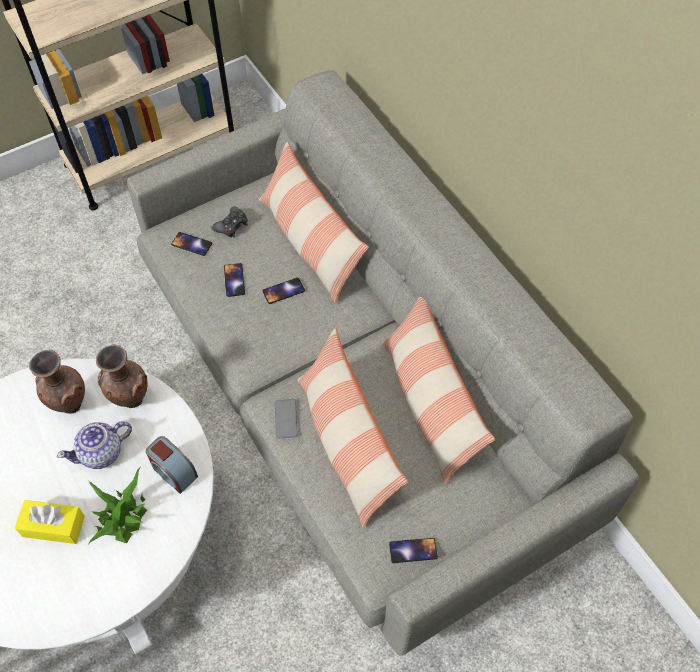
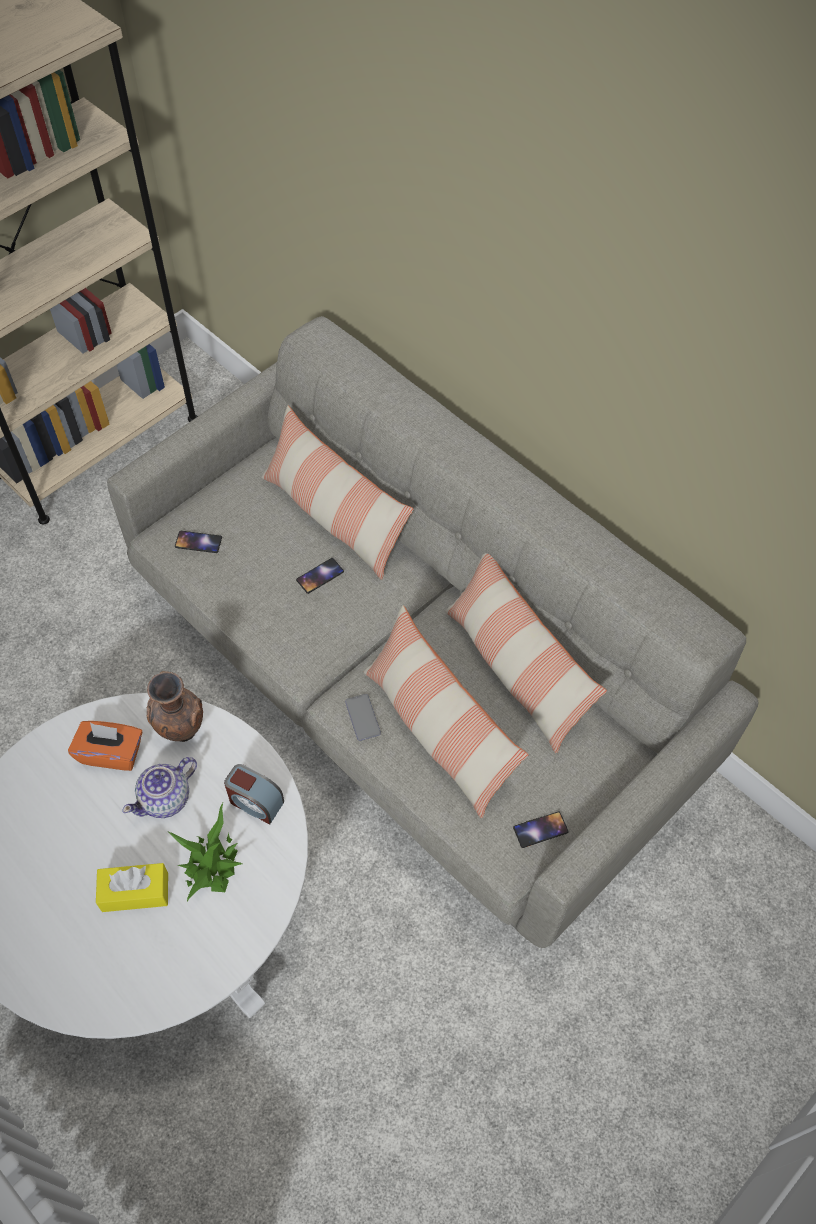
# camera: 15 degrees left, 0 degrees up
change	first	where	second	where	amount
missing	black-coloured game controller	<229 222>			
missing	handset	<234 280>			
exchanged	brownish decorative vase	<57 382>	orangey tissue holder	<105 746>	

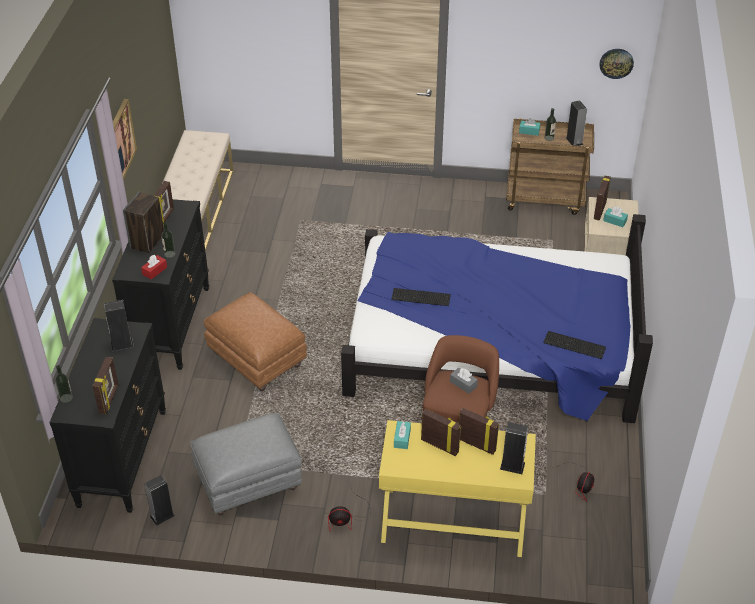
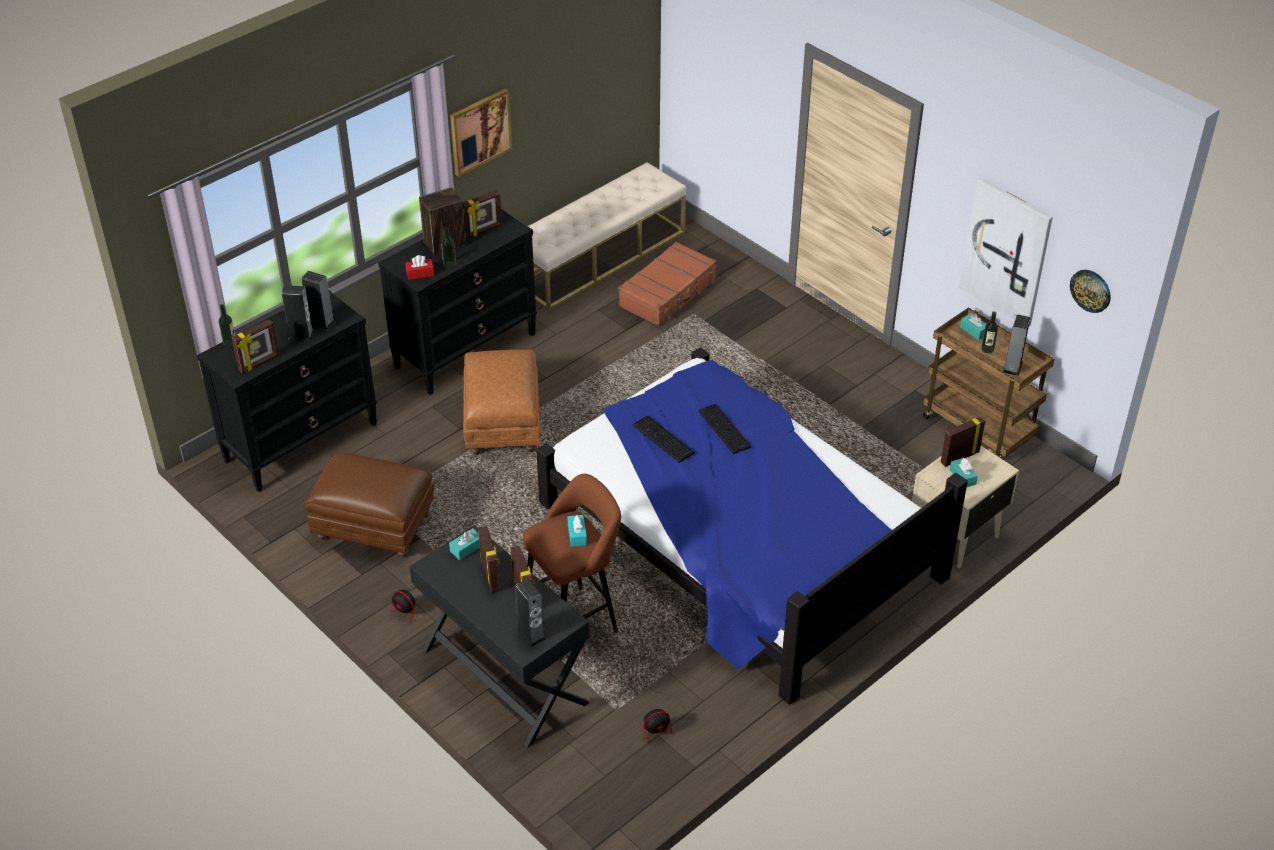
# camera: 40 degrees right, 0 degrees up
change	first	where	second	where	amount
appeared			brownish suitcase	<667 284>	
appeared			picture	<1006 252>	
relocated	speaker	<159 500>		<298 313>	
relocated	PC keyboard	<574 345>		<725 429>	
colour	grey pouffe	<246 464>	brownish pouffe	<369 505>	
colour	yellowish desk table	<457 488>	black-coloured desk table	<499 636>	
colour	grey tissue holder	<464 380>	turquoise tissue holder	<577 530>	

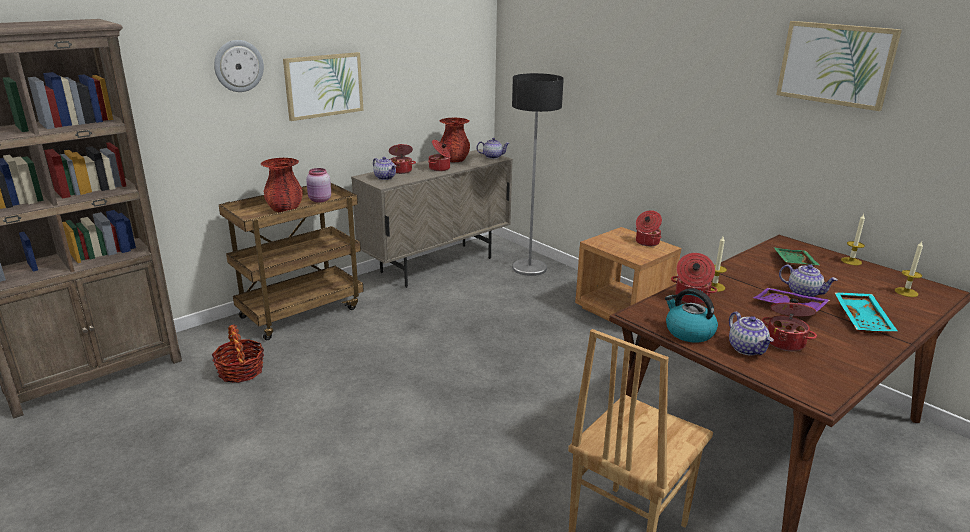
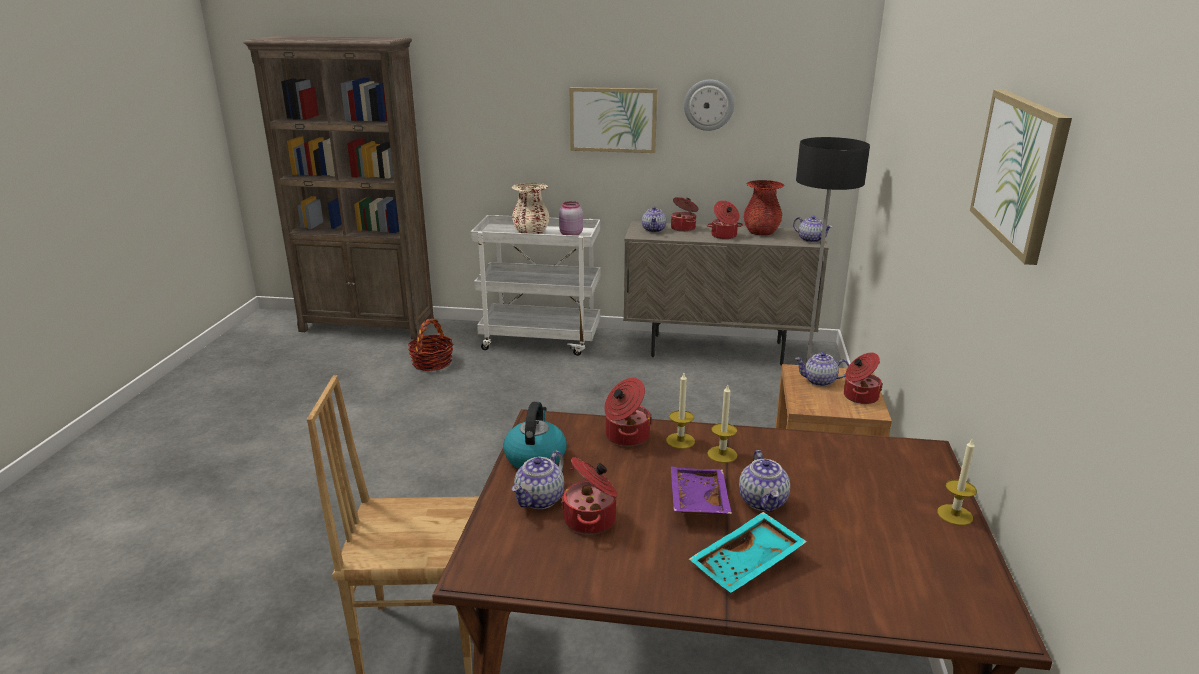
# camera: 50 degrees right, 0 degrees up
change	first	where	second	where	amount
missing	green carrying tray	<797 257>			
appeared			pot for tea	<822 369>	
relocated	hanging clock	<239 66>		<709 105>	
relocated	wax light	<909 269>		<722 424>	
colour	brownish wheeled cart	<291 261>	white wheeled cart	<535 285>	
colour	red-coloured decorative vase	<282 185>	beige-coloured decorative vase	<530 208>	

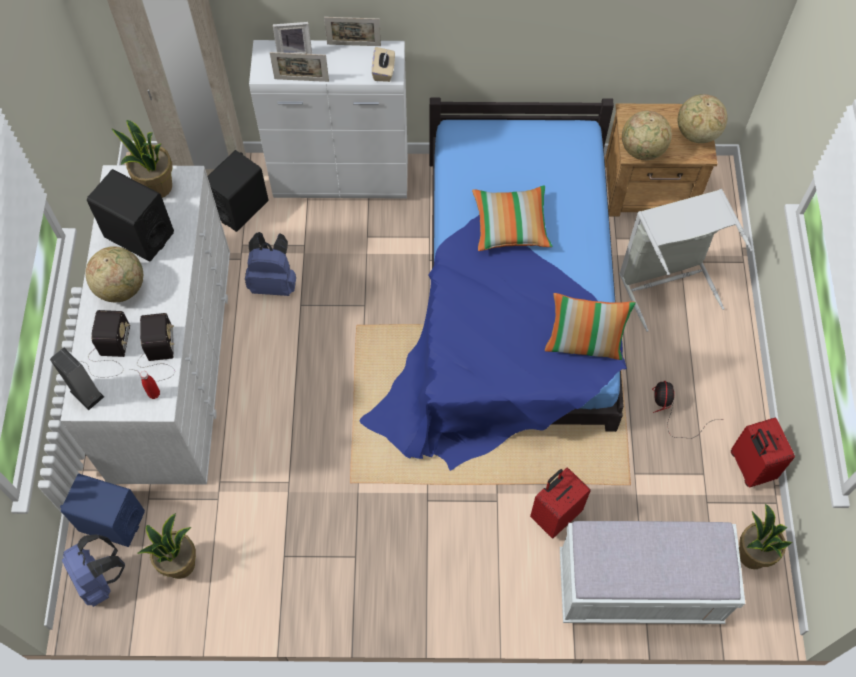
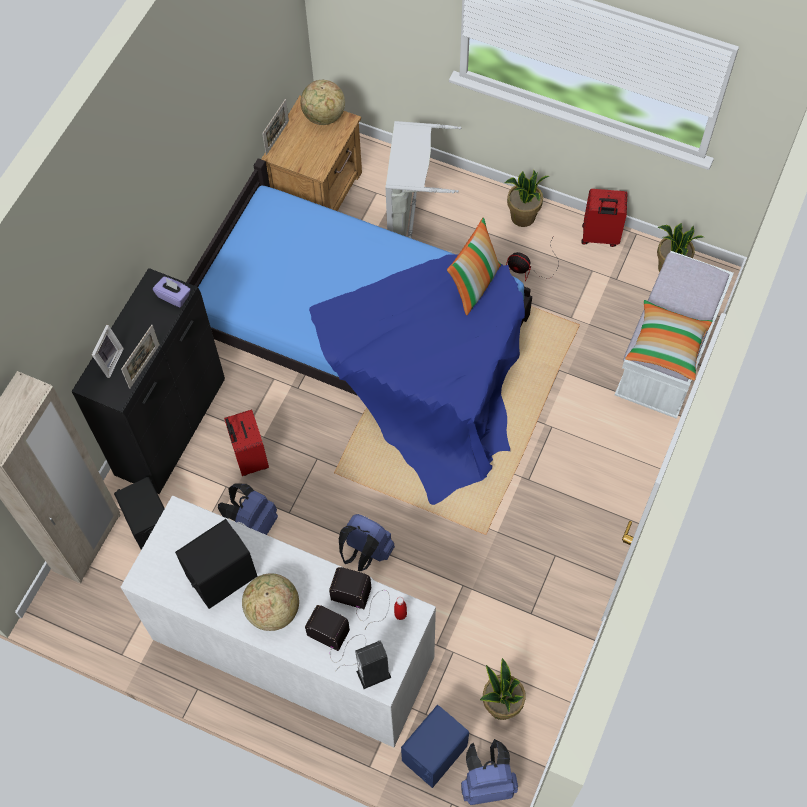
# camera: 65 degrees left, 0 degrees up
change	first	where	second	where	amount
missing	globe	<647 135>			
appeared			blue-coloured backpack	<367 542>	
relocated	houseplant	<142 159>		<527 198>	
relocated	standing frame	<352 31>		<275 127>	
relocated	cushion	<512 218>		<669 340>	
relocated	red-coloured suitcase	<560 503>		<246 442>	
colour	white cabinet	<328 119>	black-coloured cabinet	<148 381>	
colour	beige-coloured tissue holder	<383 64>	purplish tissue holder	<172 292>	

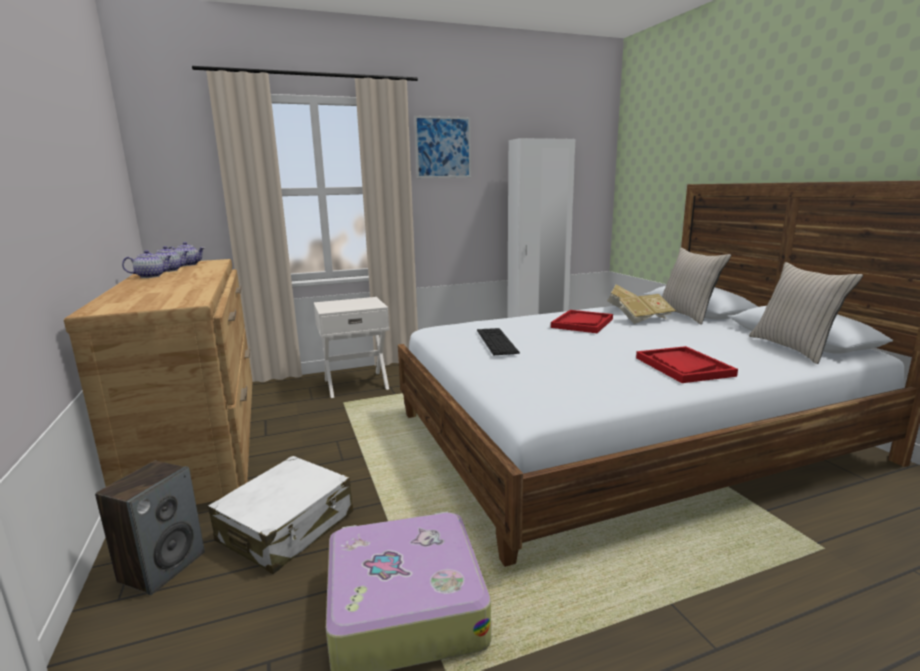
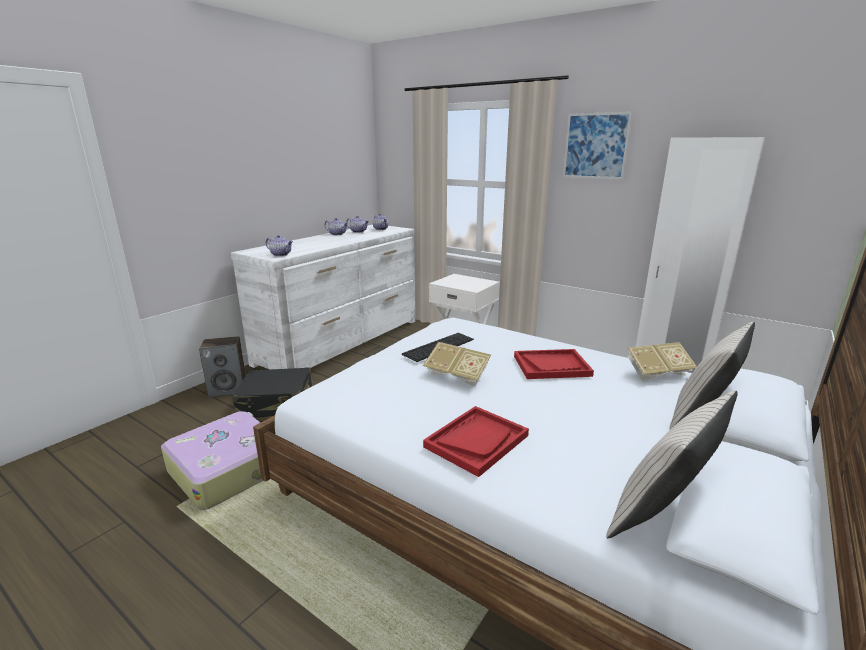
# camera: 55 degrees right, 5 degrees up
change	first	where	second	where	amount
appeared			pot for tea	<279 245>	
relocated	bound book	<647 309>		<457 364>	
colour	brownish chest of drawers	<158 382>	white chest of drawers	<323 297>	
colour	white suitcase	<280 515>	black-coloured suitcase	<272 392>	

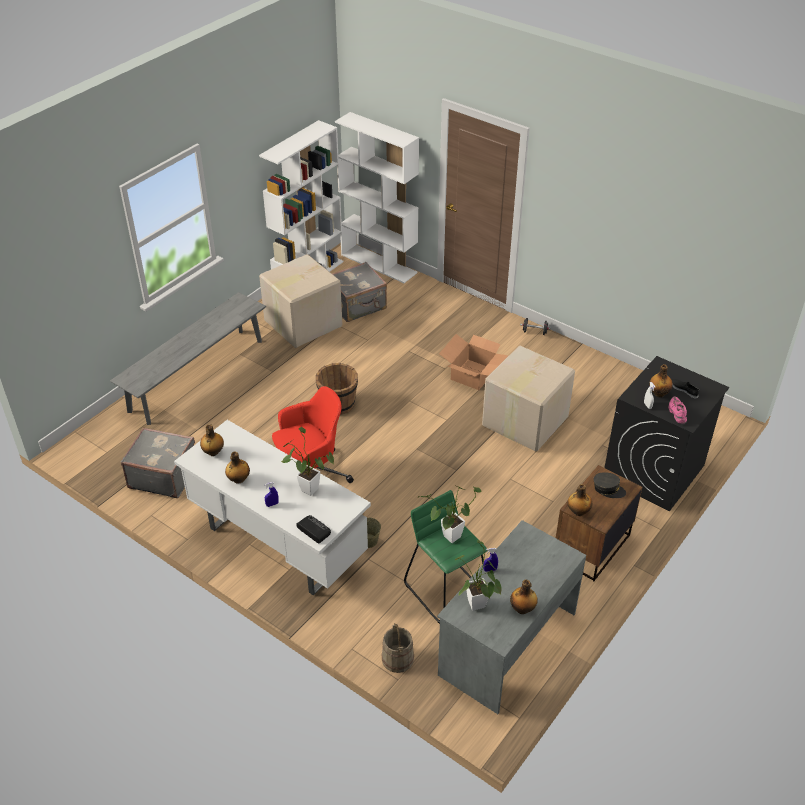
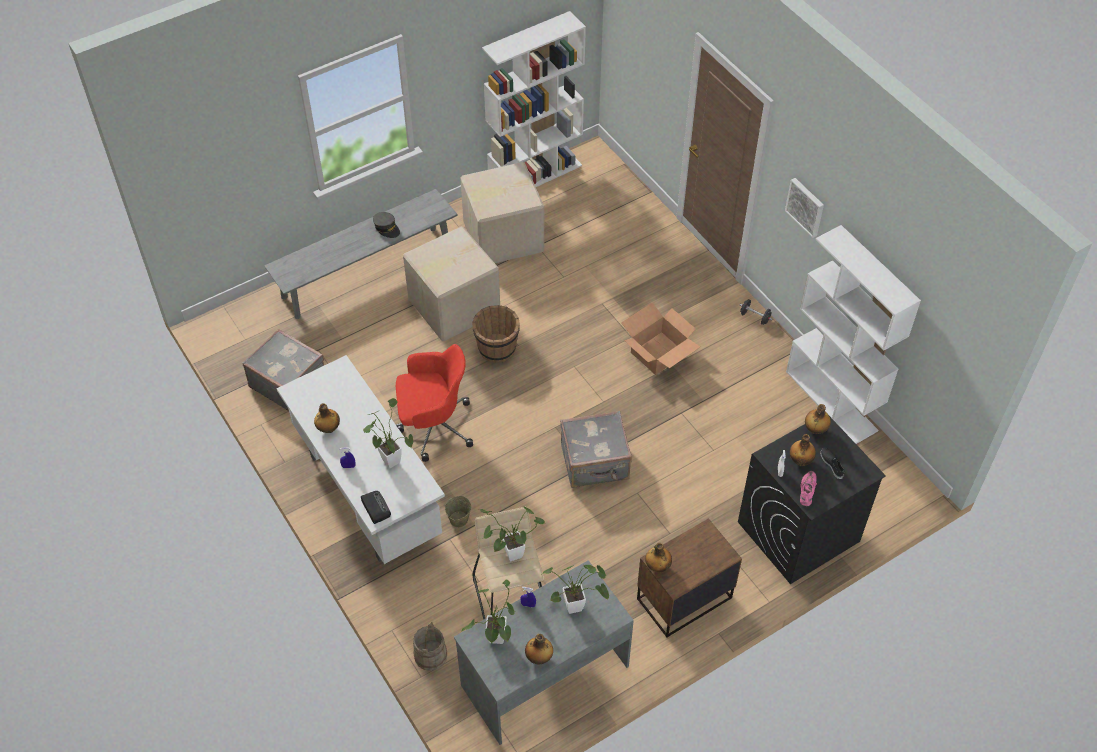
# camera: 20 degrees right, 10 degrees up
change	first	where	second	where	amount
appeared			houseplant	<575 589>	
appeared			picture	<804 208>	
relocated	beverage bottle	<212 440>		<818 419>	
relocated	grey suitcase	<359 292>		<596 449>	
relocated	white bookshelf	<377 197>		<853 334>	
relocated	packing box	<528 398>		<451 284>	
relocated	grey peaked cap	<609 485>		<386 225>	
colour	green stool seat	<446 557>	beige-coloured stool seat	<508 563>	

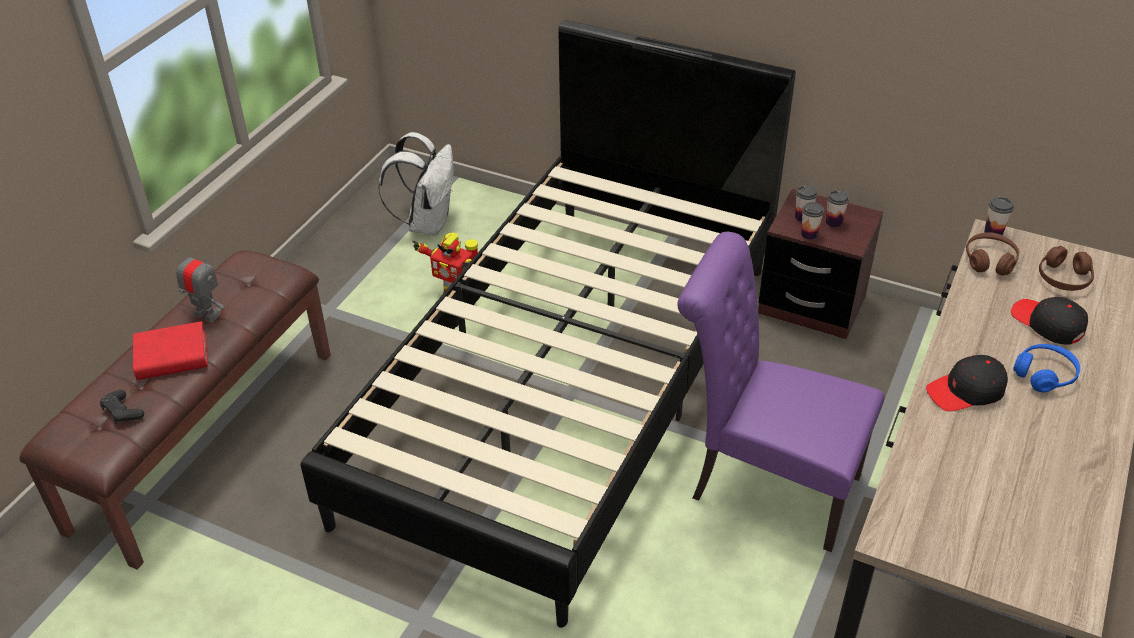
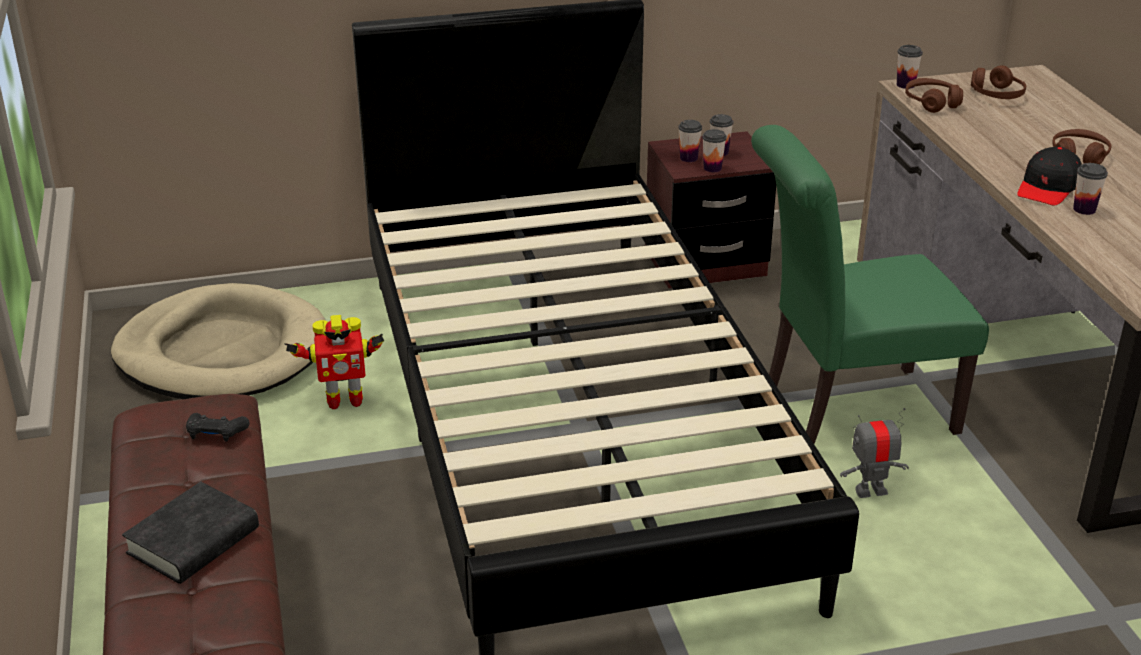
# camera: 40 degrees left, 10 degrees down
change	first	where	second	where	amount
missing	black-coloured peaked cap	<1049 321>			
appeared			small cup	<1090 189>	
relocated	black-coloured game controller	<122 406>		<218 427>	
relocated	model robot	<200 285>		<874 453>	
exchanged	white backpack	<416 184>	beige-coloured pet bed	<218 341>	
colour	red-coloured bound book	<170 350>	black-coloured bound book	<190 532>	
colour	purplish plain chair	<781 392>	green plain chair	<870 284>	
colour	blue-coloured headset	<1046 368>	brownish headset	<1082 146>	

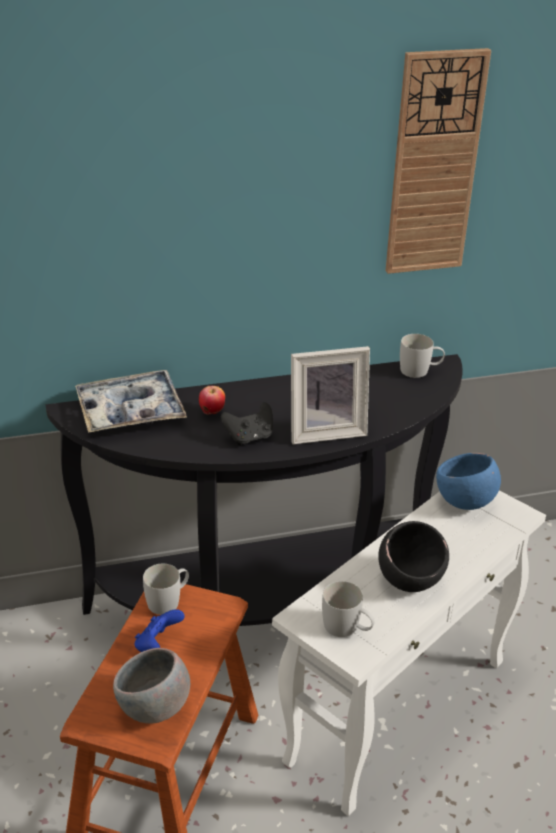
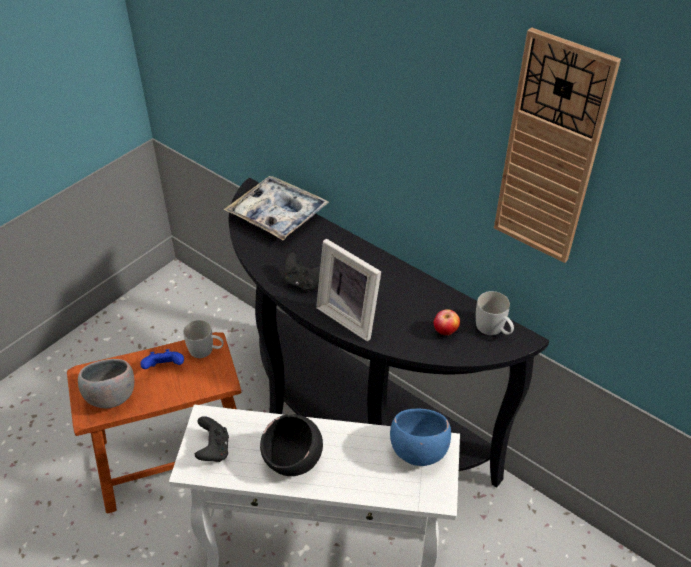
# camera: 55 degrees right, 10 degrees up
change	first	where	second	where	amount
relocated	apple fruit	<212 400>		<446 323>	
exchanged	white mug	<348 609>	black-coloured game controller	<212 439>	

